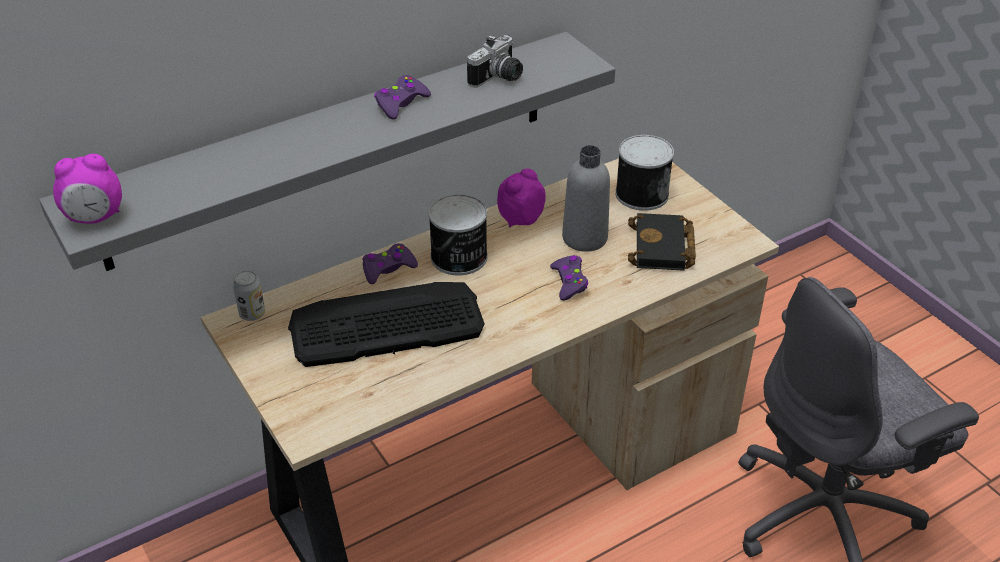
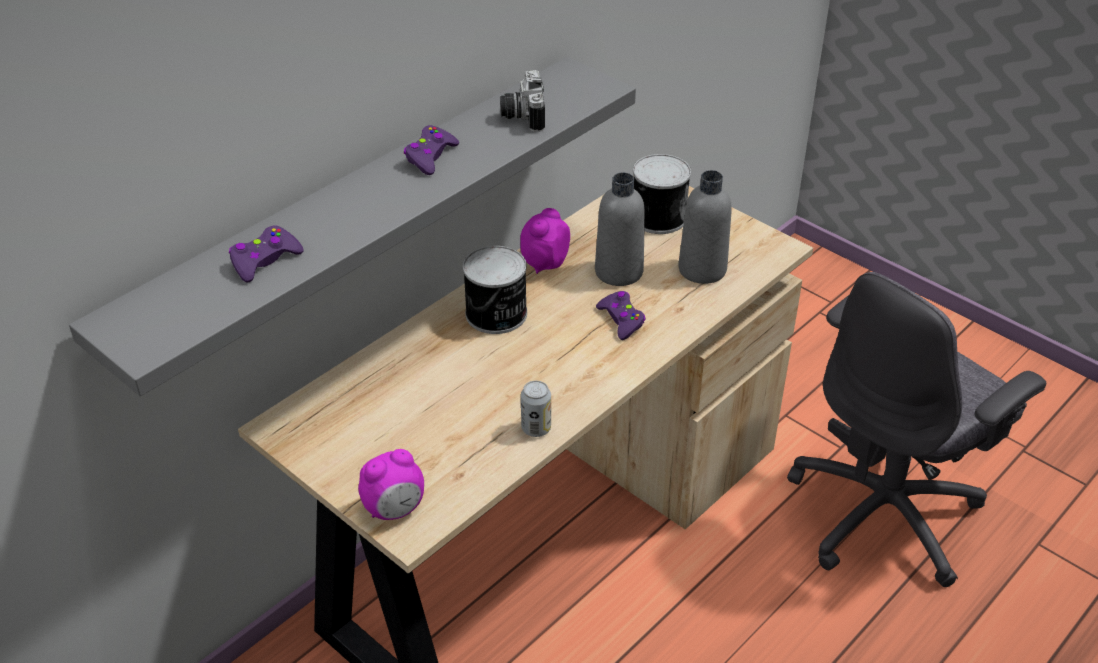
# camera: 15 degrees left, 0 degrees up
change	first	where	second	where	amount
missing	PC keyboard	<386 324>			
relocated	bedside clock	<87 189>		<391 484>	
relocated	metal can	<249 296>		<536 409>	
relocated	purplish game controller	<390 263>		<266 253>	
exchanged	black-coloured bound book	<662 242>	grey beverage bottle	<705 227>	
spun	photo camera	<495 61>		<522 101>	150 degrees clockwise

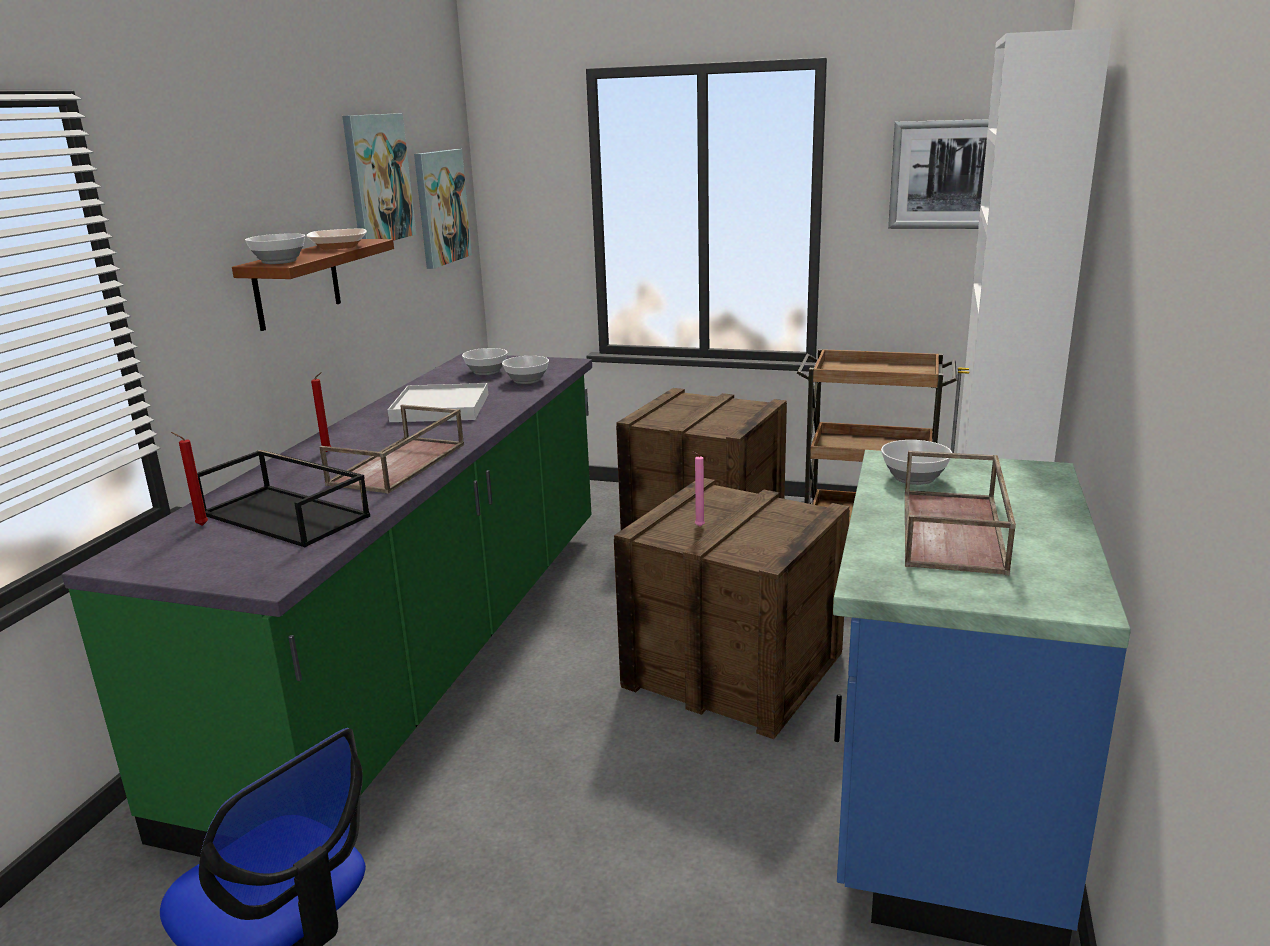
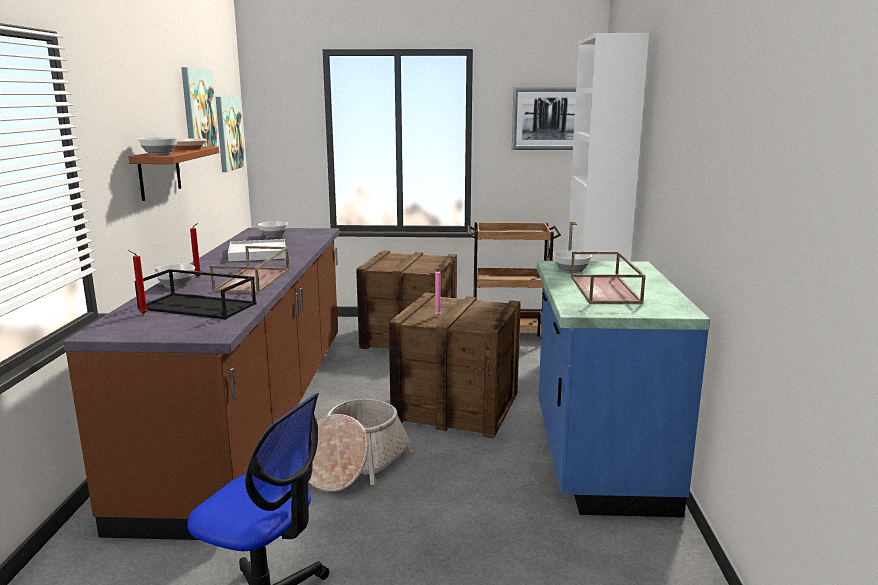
# camera: 15 degrees left, 5 degrees down
change	first	where	second	where	amount
appeared			storage basket	<362 445>	
relocated	serving bowl	<525 370>		<174 275>	
colour	green counter	<327 605>	brownish counter	<201 384>	

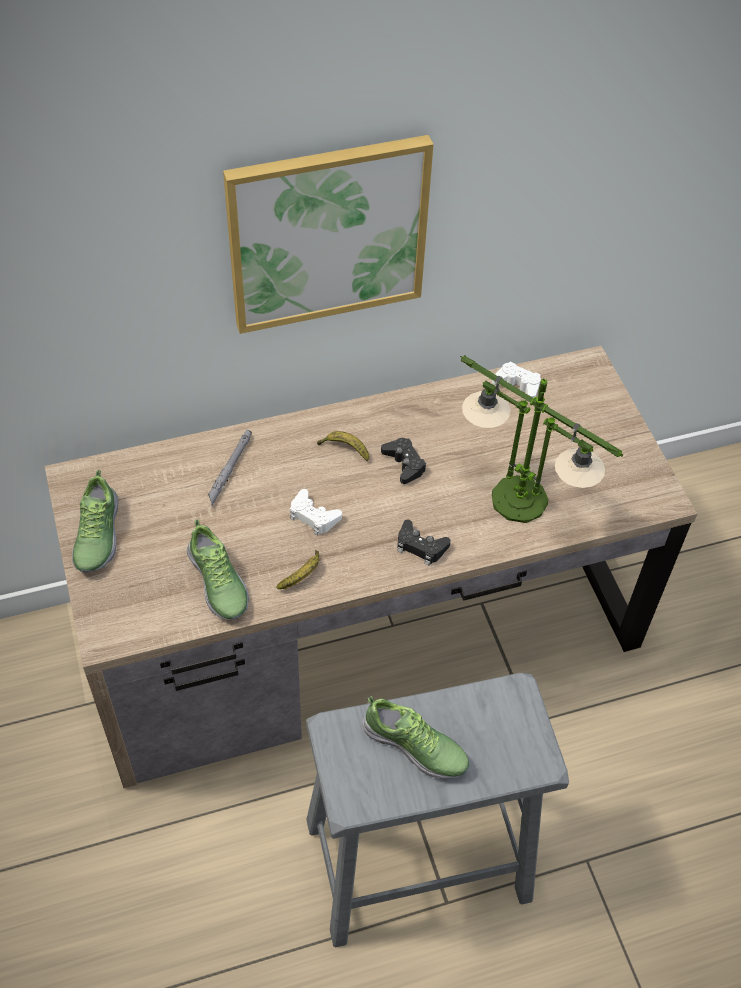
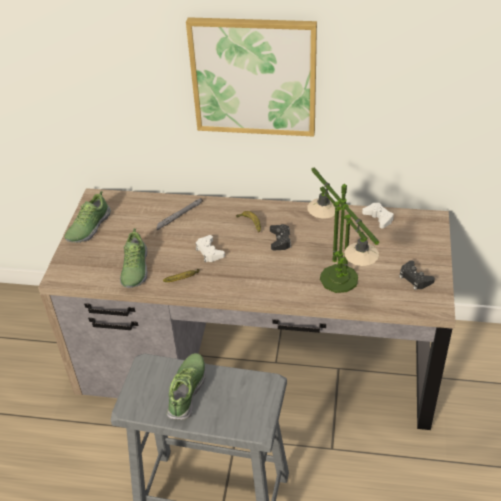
# camera: 30 degrees right, 10 degrees down
change	first	where	second	where	amount
relocated	black-coloured game controller	<424 542>		<417 275>	
spun	low shoe	<416 737>		<186 386>	135 degrees counterclockwise

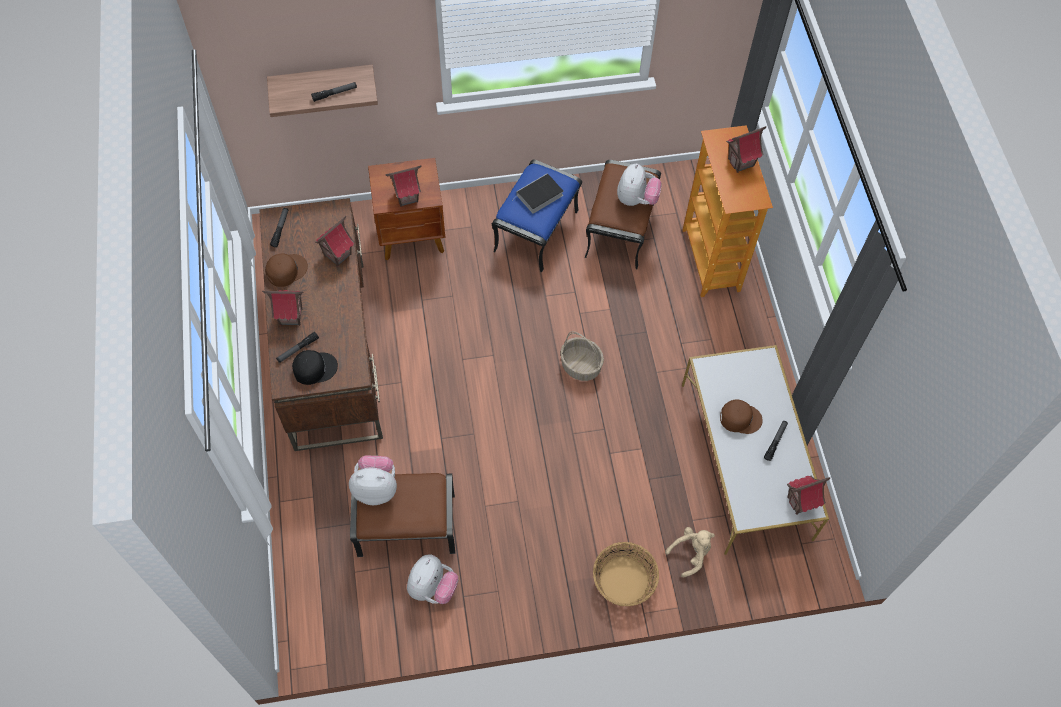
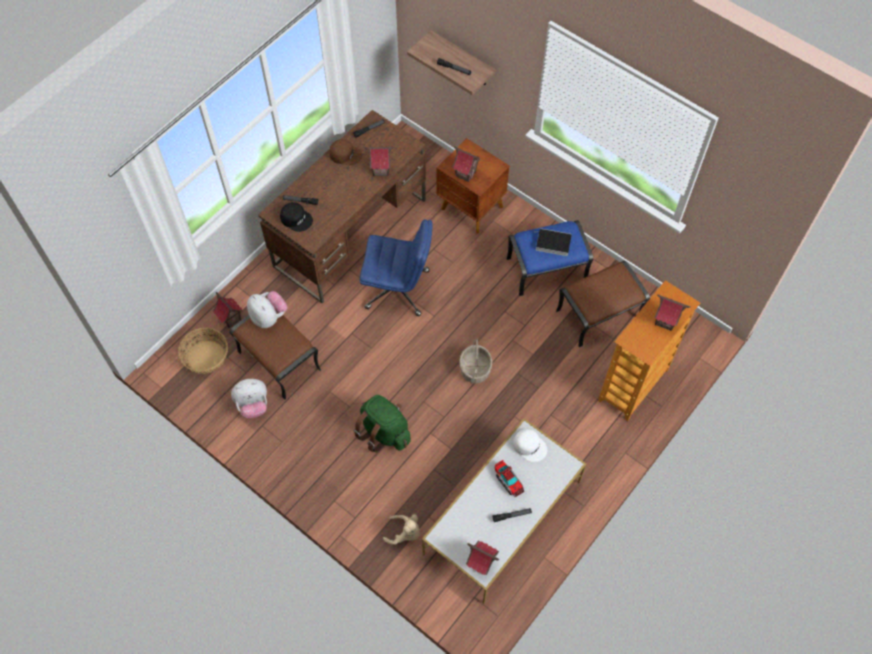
# camera: 50 degrees right, 0 degrees up
change	first	where	second	where	amount
missing	soft toy	<639 184>			
appeared			green backpack	<382 424>	
appeared			blue-coloured office chair	<396 267>	
appeared			white peaked cap	<530 445>	
relocated	toy house	<282 308>		<228 310>	
relocated	storage basket	<626 574>		<203 350>	
exchanged	brownish peaked cap	<741 416>	model truck	<509 478>	

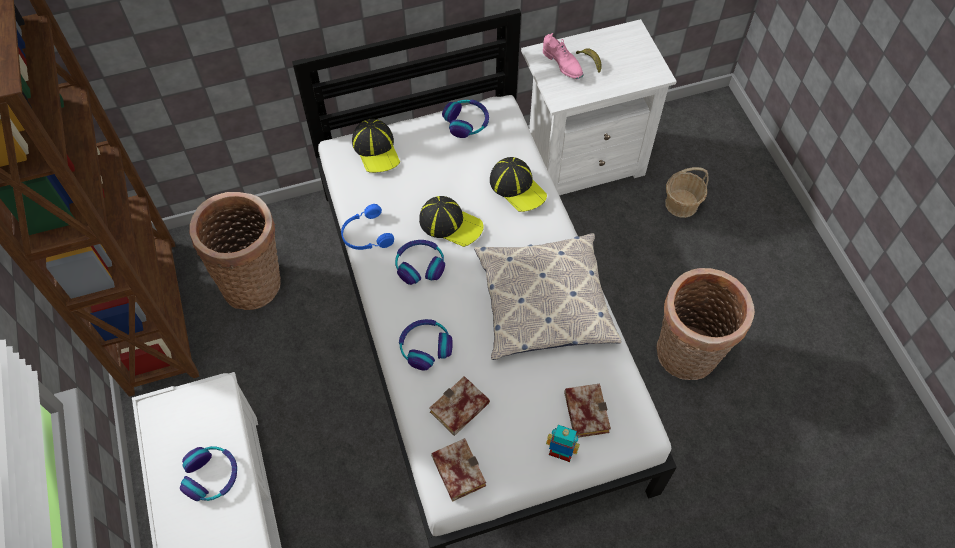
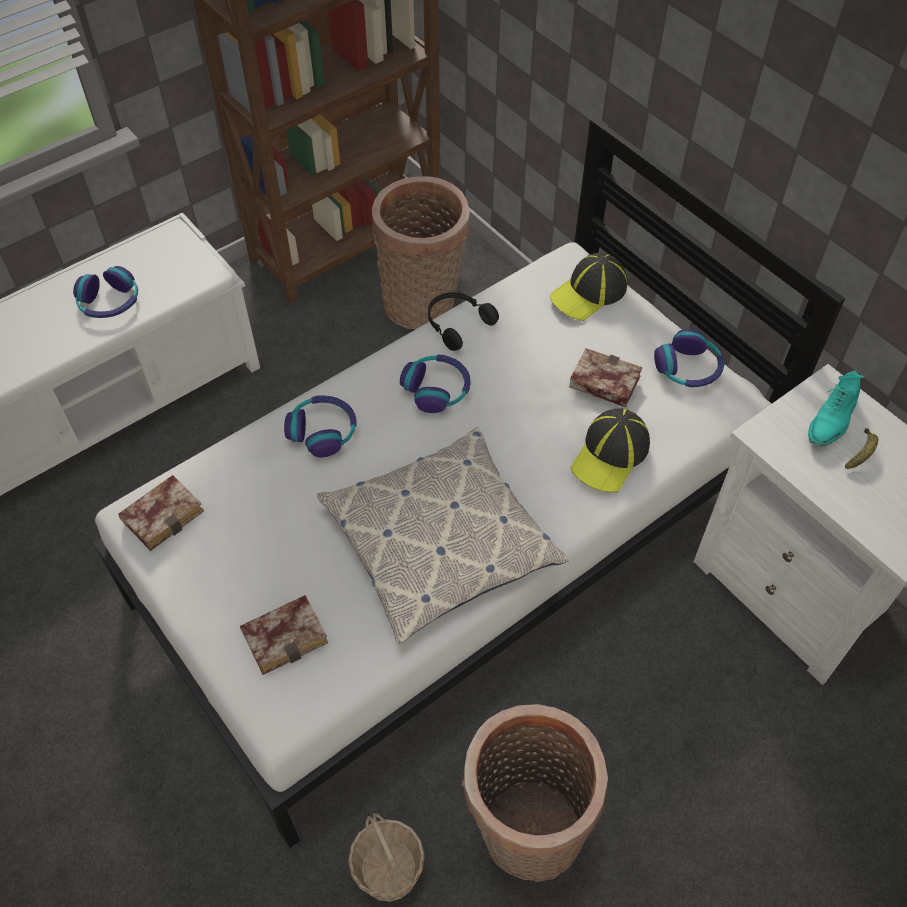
# camera: 70 degrees right, 5 degrees down
change	first	where	second	where	amount
missing	peaked cap	<451 221>			
missing	model robot	<563 443>			
relocated	bound book	<459 406>		<605 377>	
relocated	storage basket	<687 192>		<386 857>	
colour	blue-coloured headset	<367 227>	black-coloured headset	<463 321>	
colour	pink-coloured low shoe	<563 56>	turquoise low shoe	<836 408>	

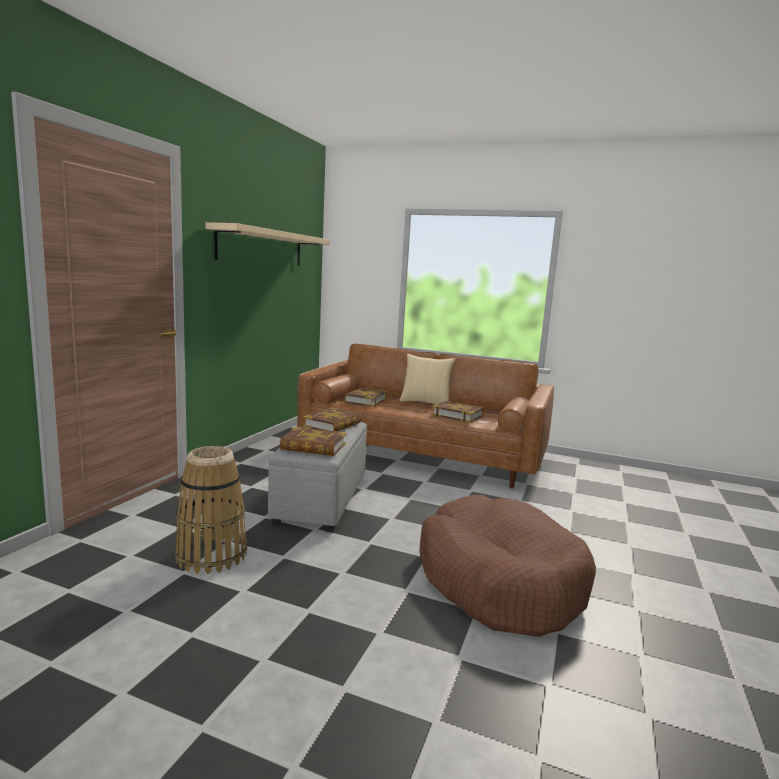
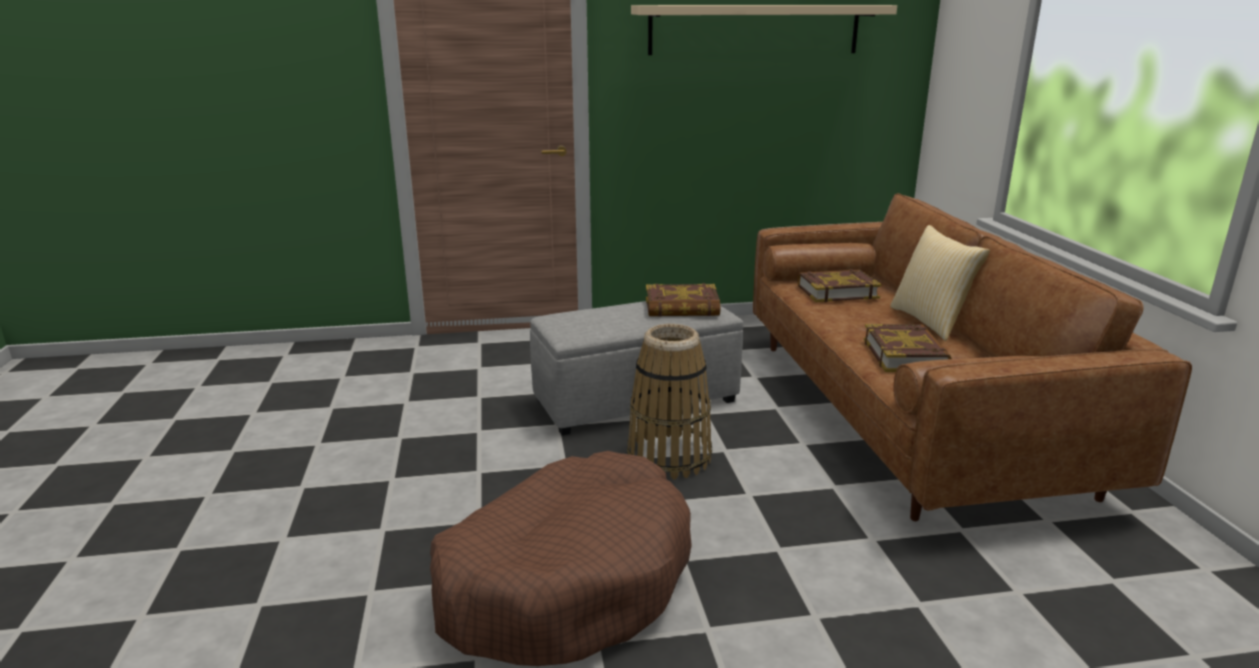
# camera: 60 degrees right, 10 degrees up
change	first	where	second	where	amount
missing	bound book	<313 441>			
relocated	storage basket	<211 510>		<669 402>	

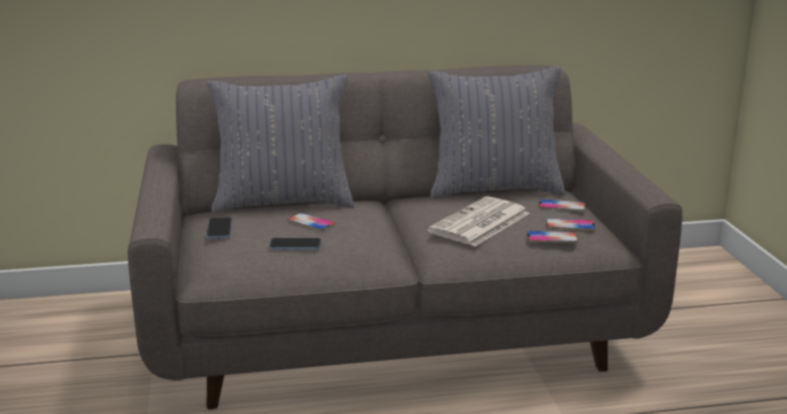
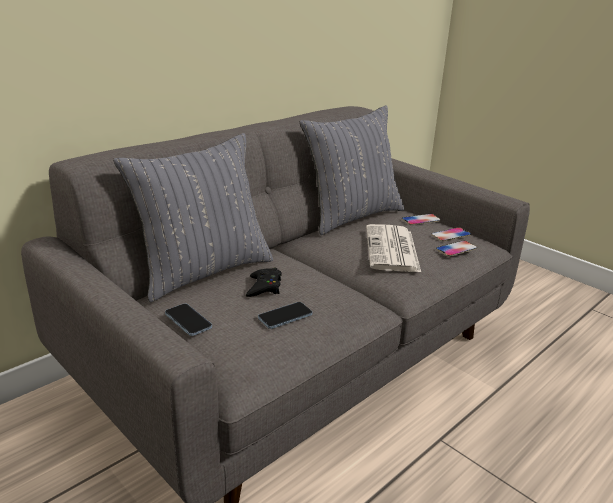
# camera: 35 degrees left, 5 degrees up
change	first	where	second	where	amount
exchanged	handset	<311 222>	black-coloured game controller	<264 282>	

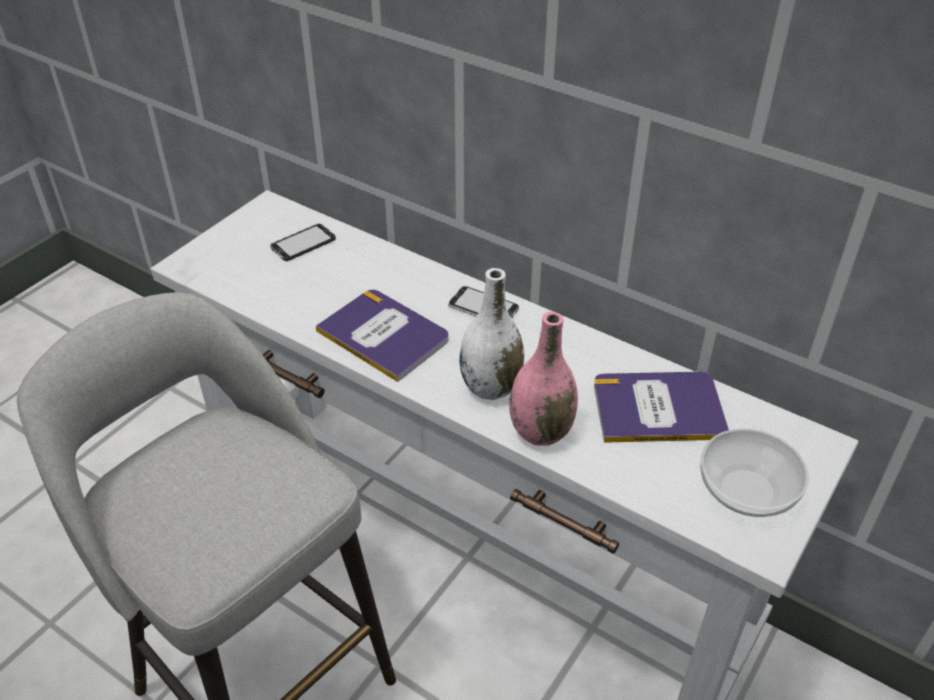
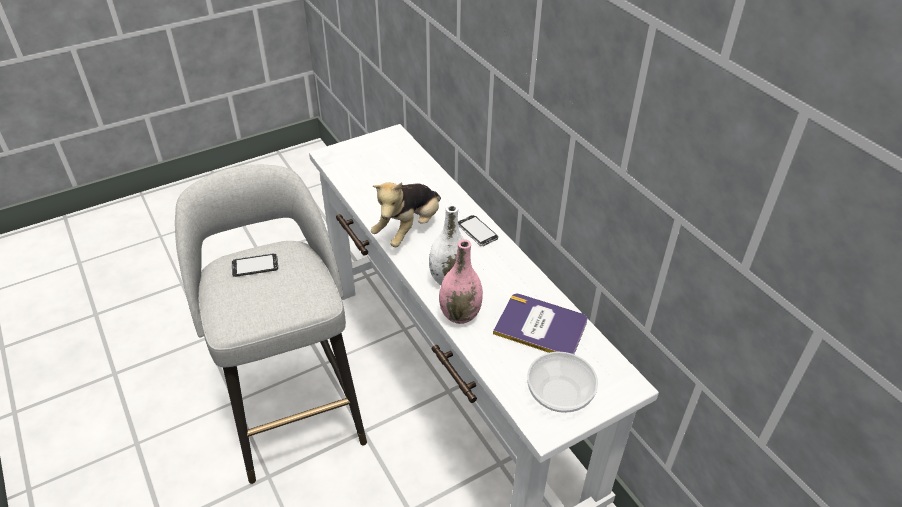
# camera: 25 degrees right, 0 degrees up
change	first	where	second	where	amount
relocated	handset	<303 242>		<255 265>	
exchanged	bound book	<382 336>	soft toy	<406 214>	

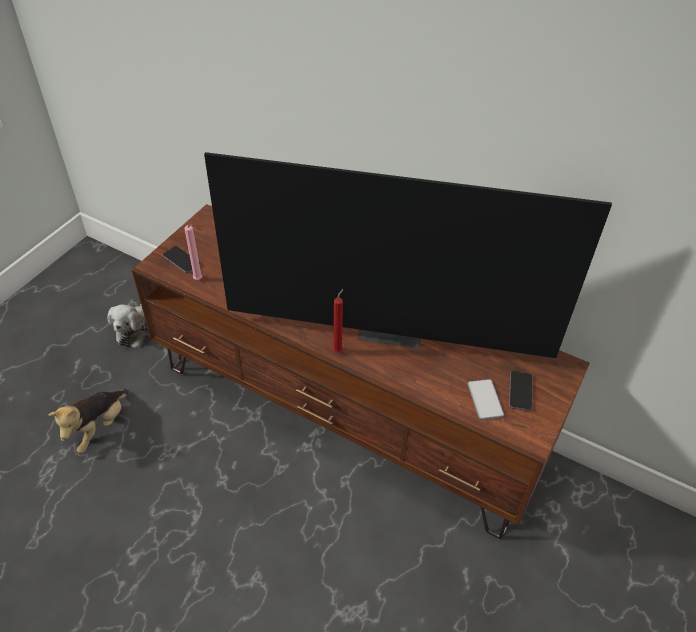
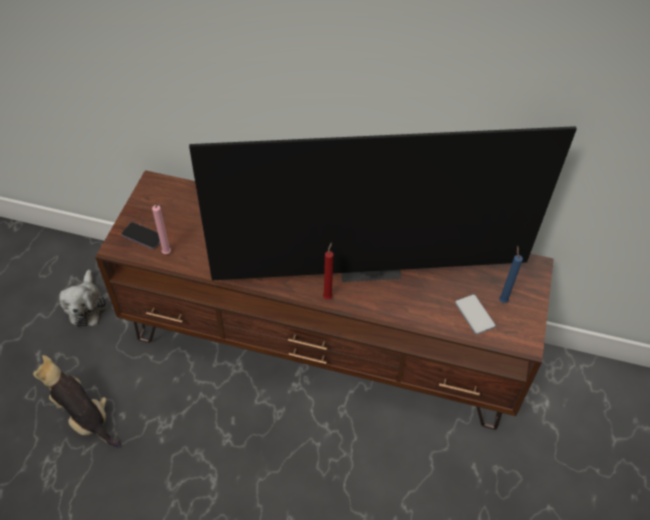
# camera: 15 degrees left, 5 degrees up
change	first	where	second	where	amount
exchanged	handset	<520 391>	blue-coloured wax light	<511 274>	
spun	soft toy	<88 420>		<77 401>	120 degrees clockwise

